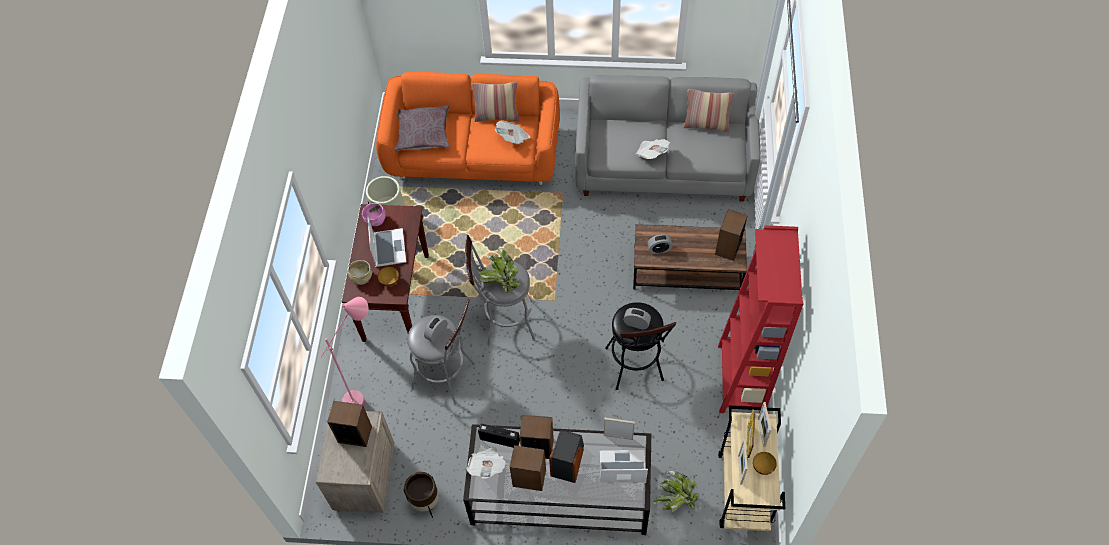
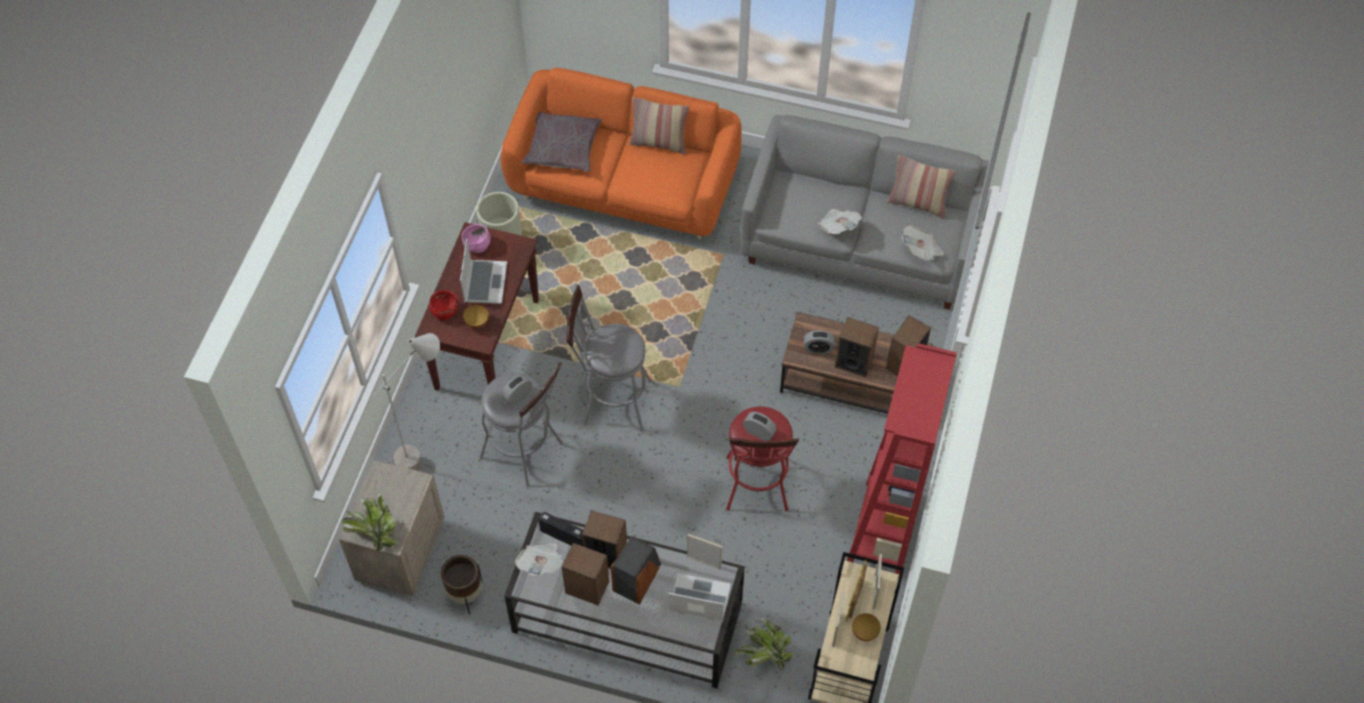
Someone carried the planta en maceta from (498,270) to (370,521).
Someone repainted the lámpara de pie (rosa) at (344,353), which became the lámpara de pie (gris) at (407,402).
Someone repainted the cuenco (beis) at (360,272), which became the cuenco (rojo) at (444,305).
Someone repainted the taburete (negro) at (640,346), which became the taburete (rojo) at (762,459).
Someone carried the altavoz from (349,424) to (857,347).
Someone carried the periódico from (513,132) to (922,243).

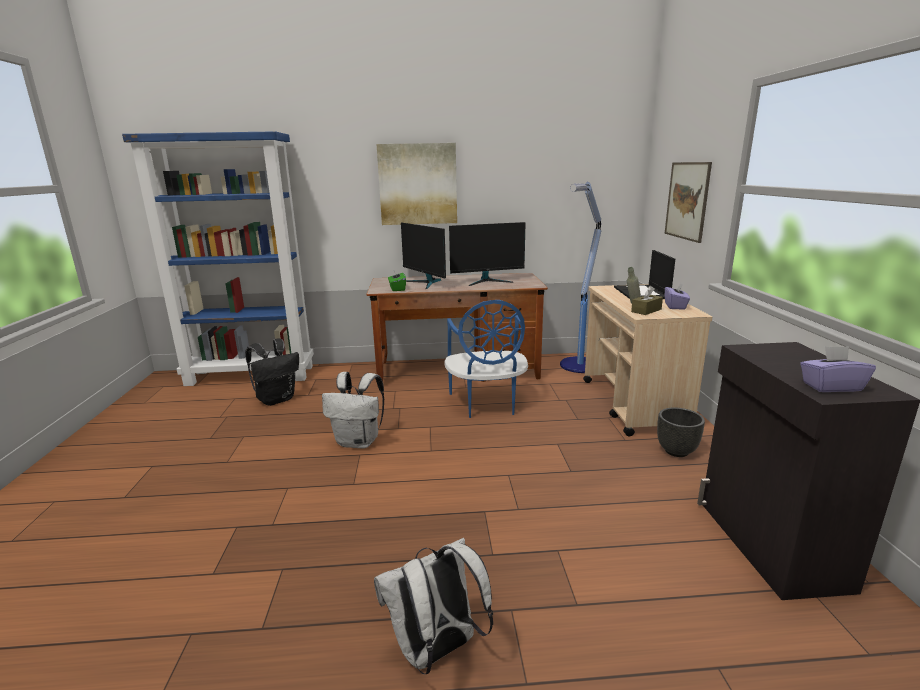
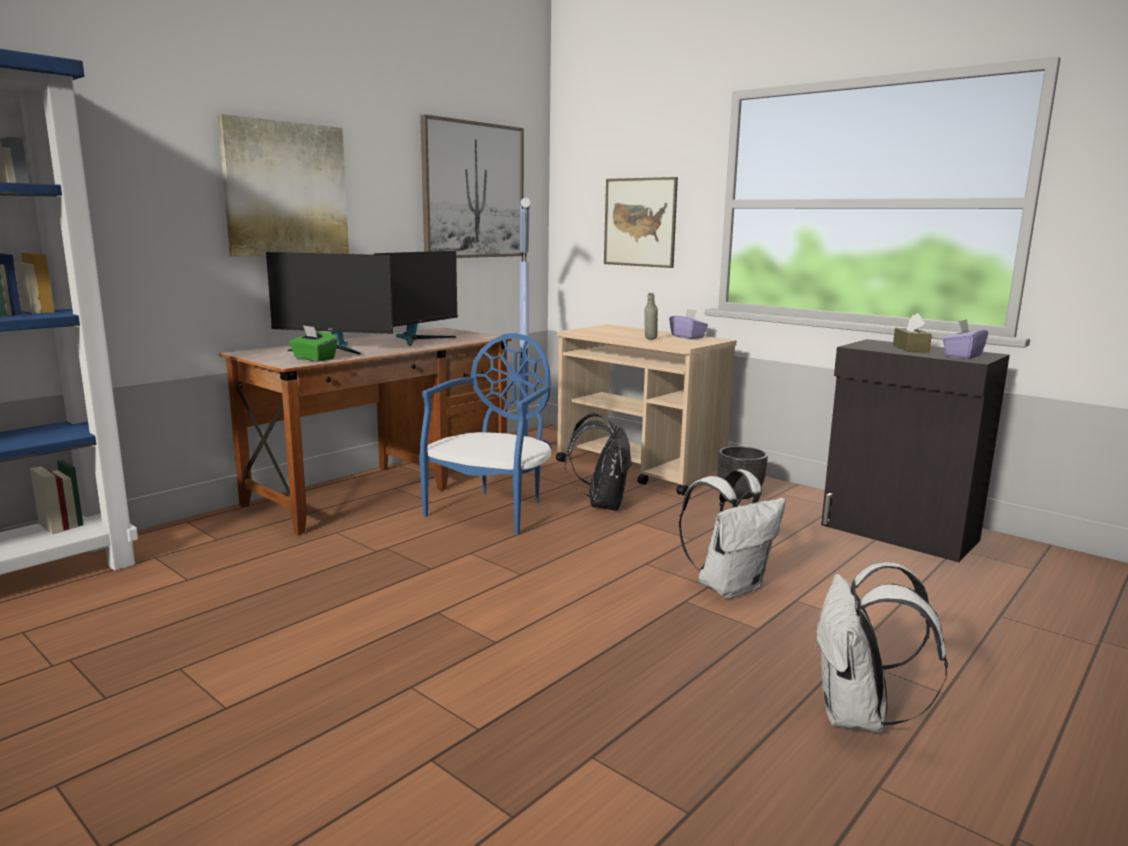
Someone rotated the silla (azul) at (486,359) by 105 degrees counterclockwise.
Someone put up the cuadro at (472,186).
Someone carried the mochila (negro) from (272,372) to (598,462).
Someone carried the mochila (blanco) from (353,410) to (732,534).
Someone carried the caja de pañuelos (marrón) from (647,300) to (912,333).
Someone took away the portátil at (644,274).

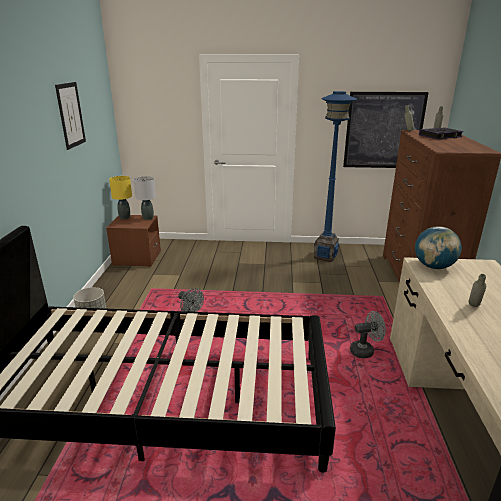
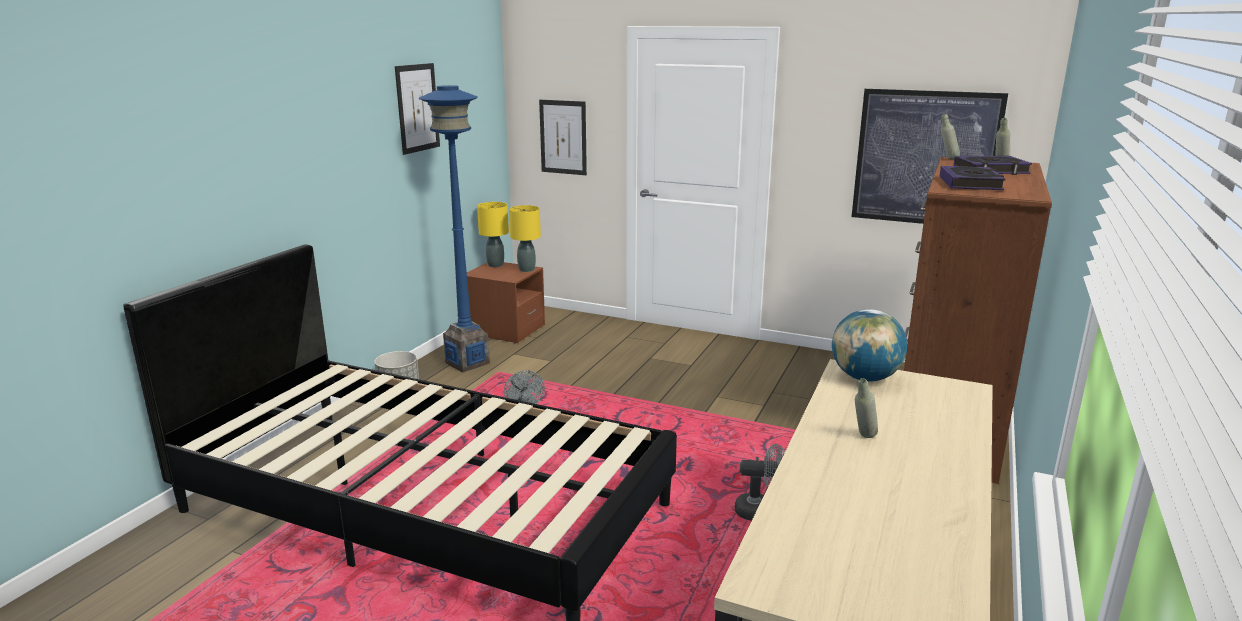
Someone carried the lámpara de pie (azul) from (335,176) to (454,228).
Someone repainted the lámpara de mesa (gris) at (145,198), which became the lámpara de mesa (amarillo) at (525,238).
Someone put up the cuadro at (563,137).
Someone put down the libro at (972,178).

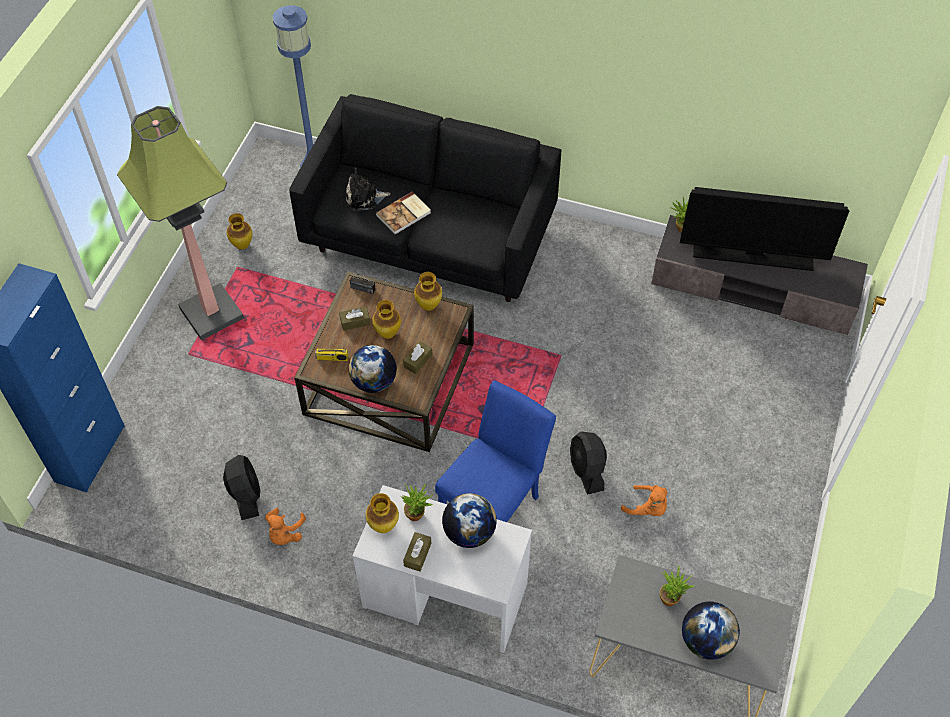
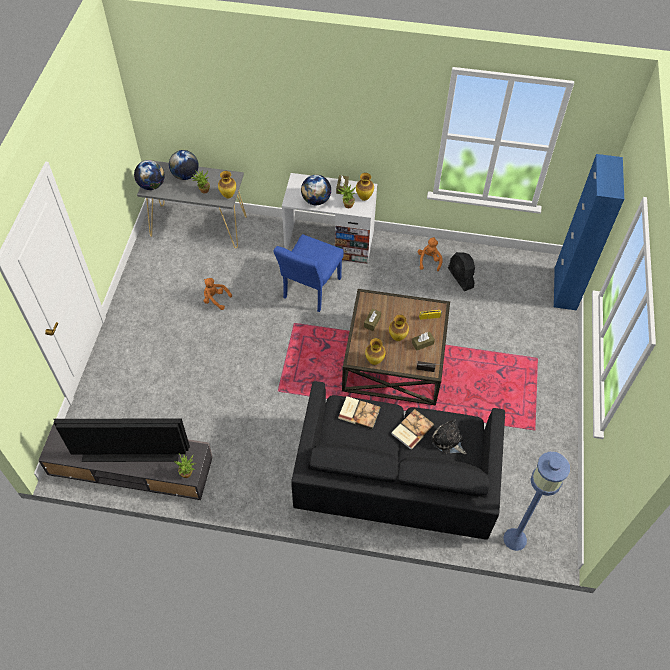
Someone carried the globo terráqueo from (373,369) to (149,175).
Someone carried the florero from (239,231) to (227,184).
Someone put down the libro at (359,413).
Someone rotated the peluche at (368,189) by 120 degrees counterclockwise.
Someone took away the lámpara de pie at (180,223).
Someone took away the ventilador (negro) at (588,463).

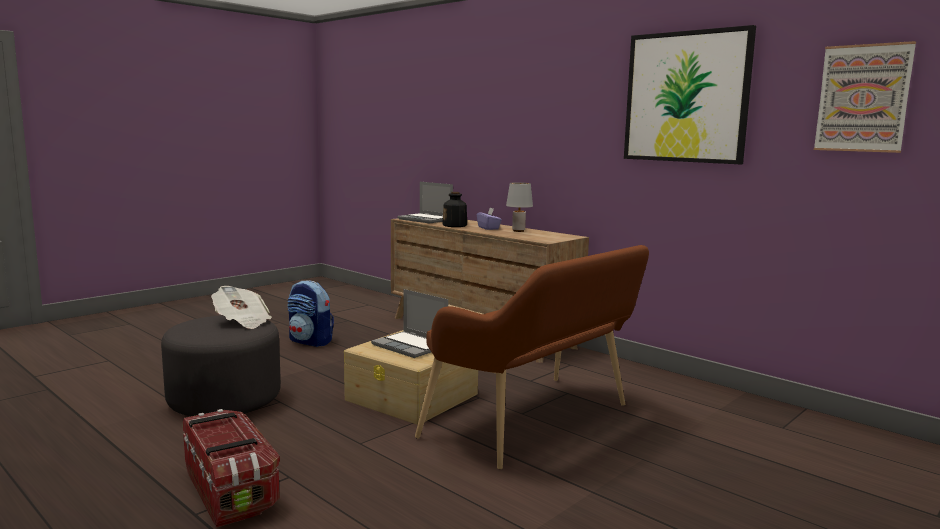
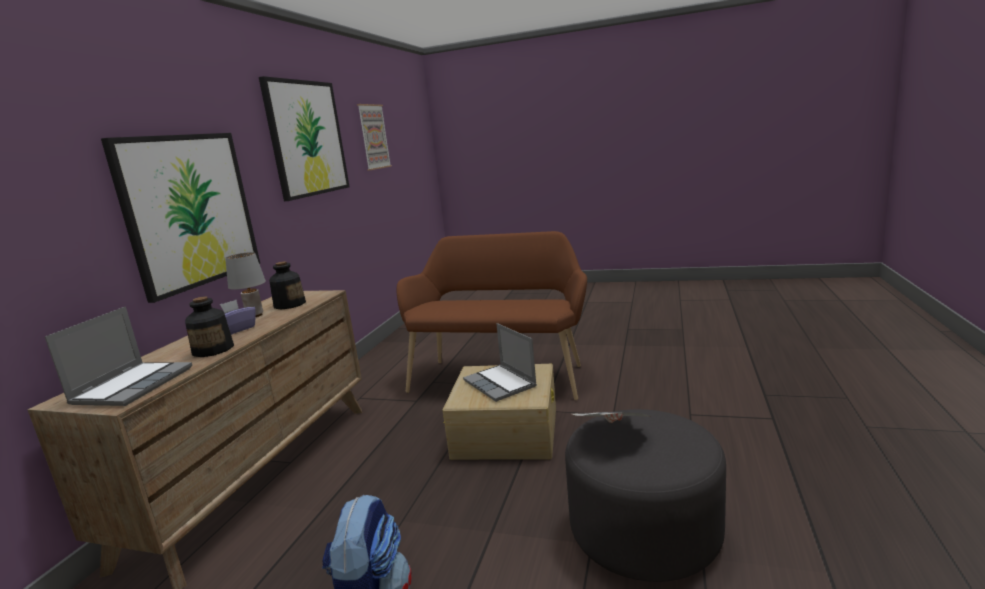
Someone put up the cuadro at (180,218).
Someone put down the botella at (287,285).
Someone rotated the portátil at (409,323) by 135 degrees clockwise.
Someone took away the caja de almacenaje at (231,468).

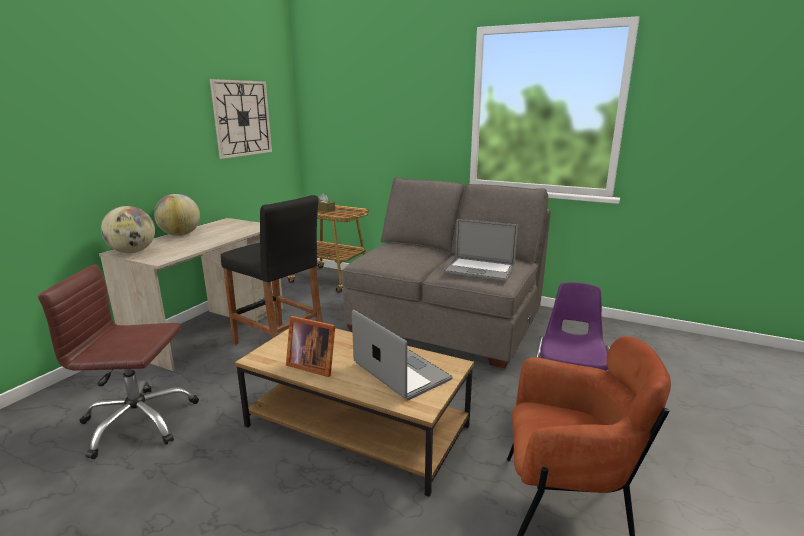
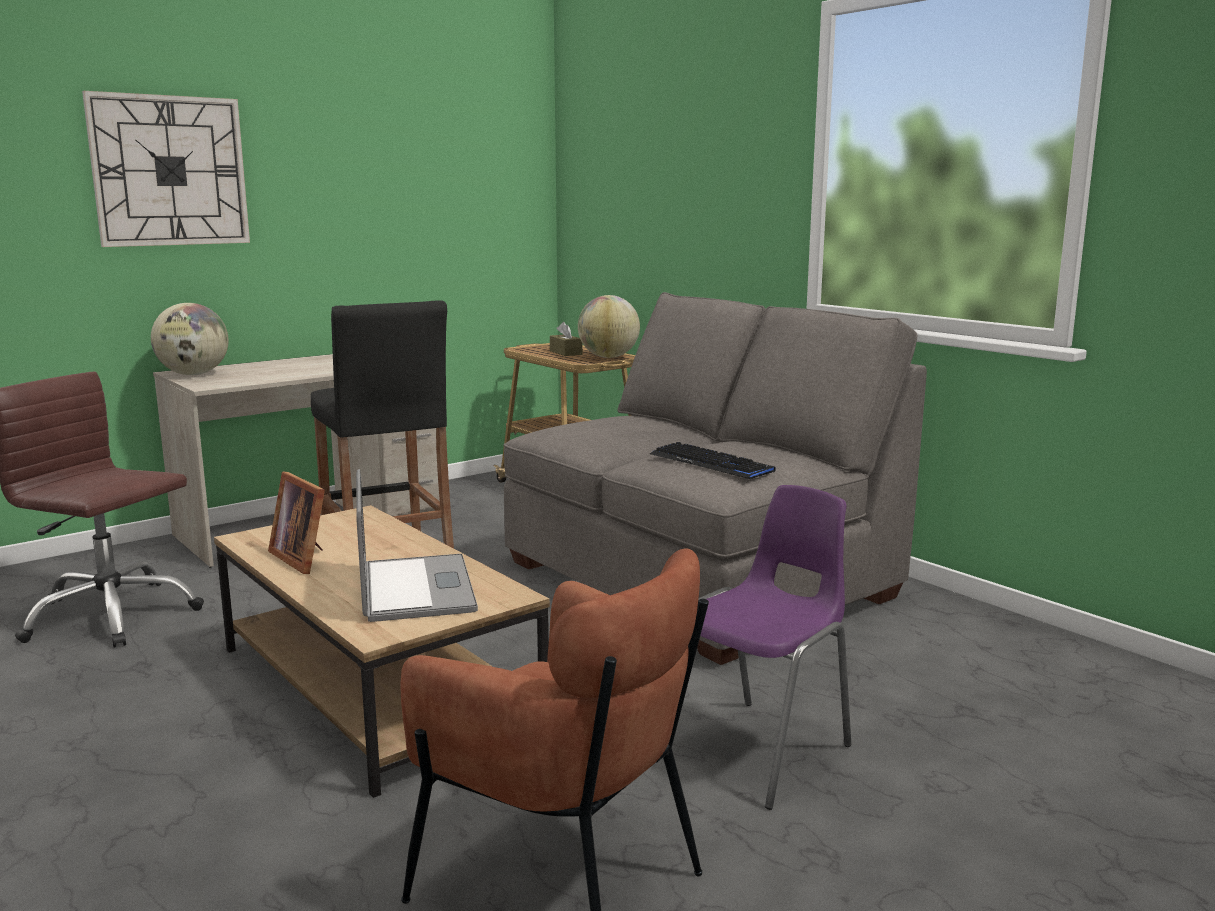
Someone carried the reloj de pared from (241,119) to (166,169).
Someone carried the globo terráqueo from (177,215) to (609,326).
Someone swapped the portátil at (480,250) for the teclado at (713,460).

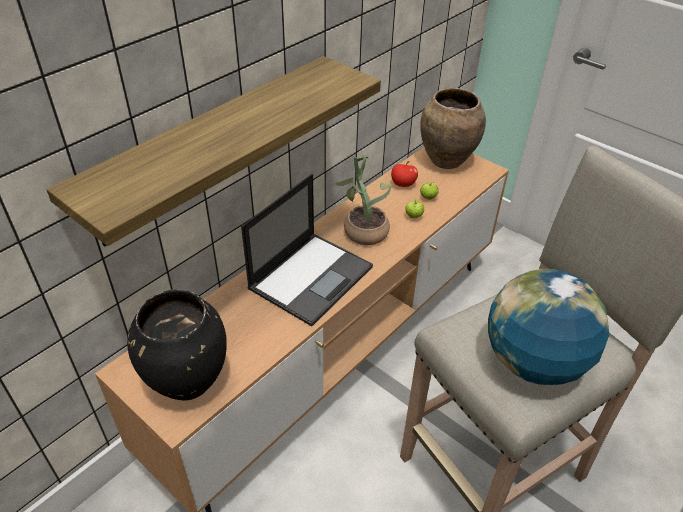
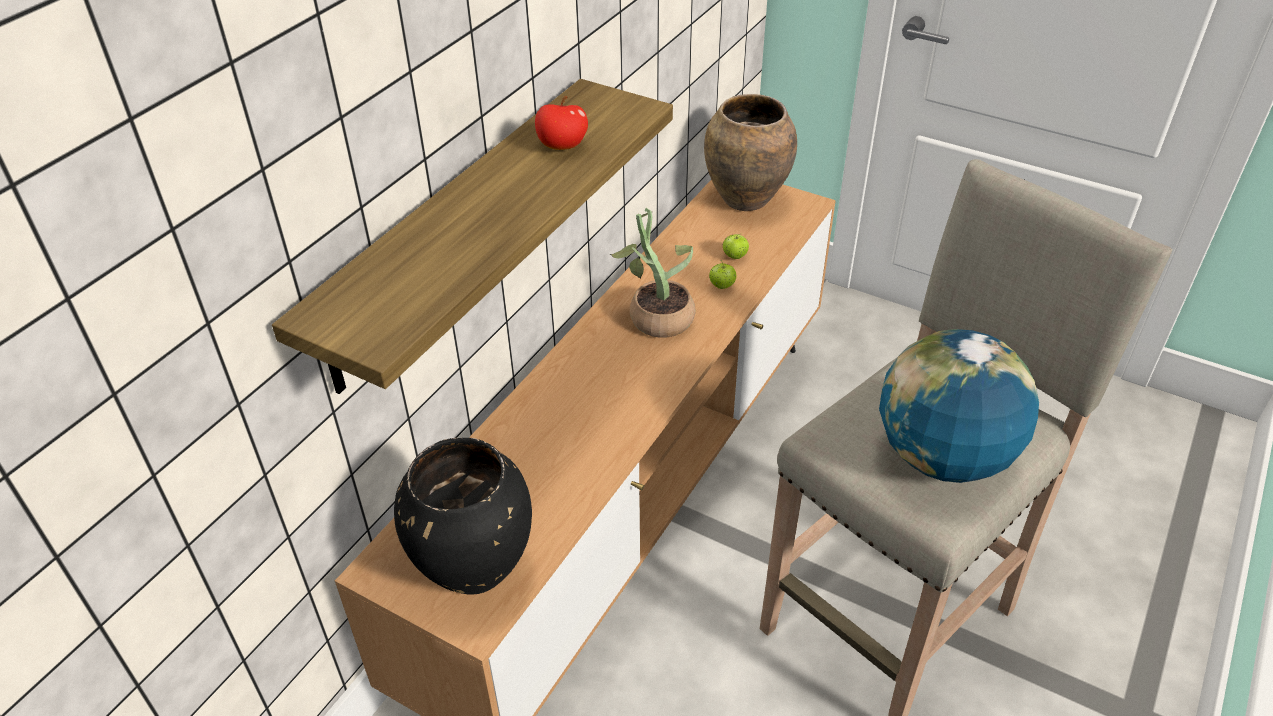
Someone carried the manzana from (404,174) to (561,123).
Someone took away the portátil at (307,250).

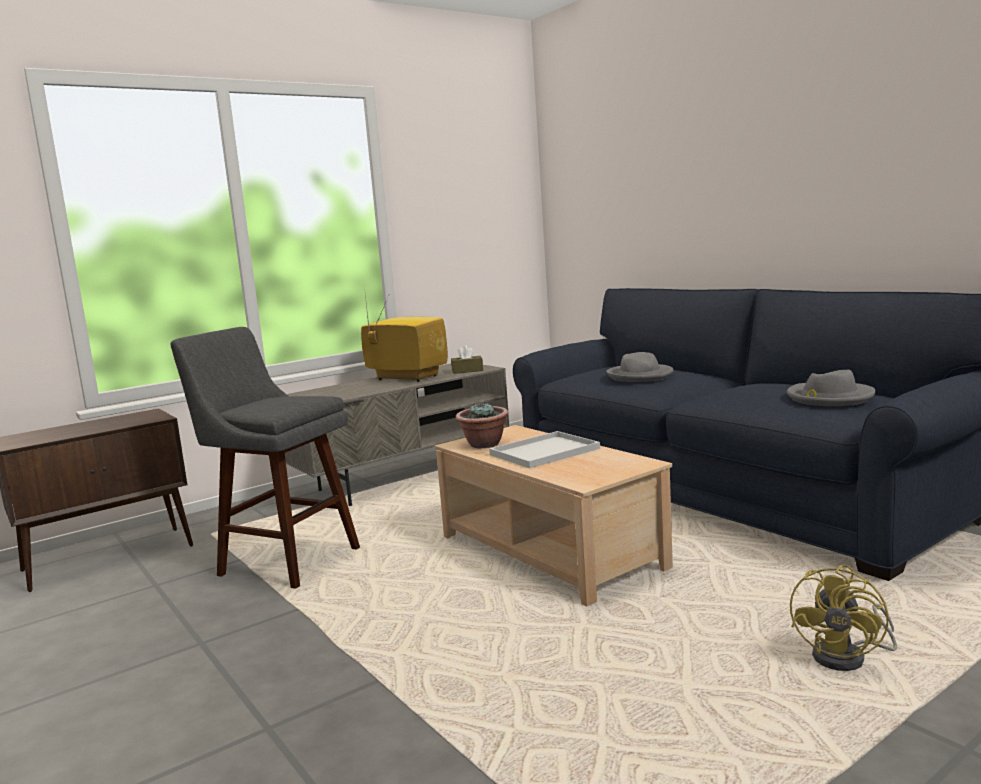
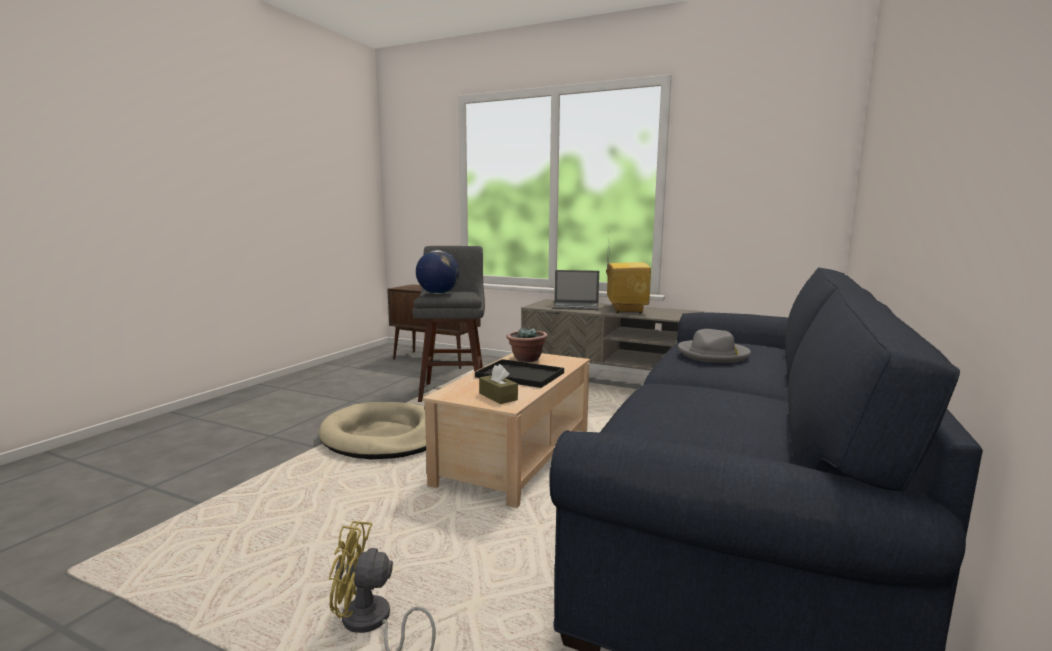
Someone put down the cama para perro (beis) at (372,430).
Someone put down the globo terráqueo at (438,272).
Someone repainted the bandeja (blanco) at (544,449), which became the bandeja (negro) at (519,373).
Someone carried the caja de pañuelos (marrón) from (467,359) to (498,384).
Someone put down the portátil at (575,290).
Someone took away the sombrero (gris) at (831,388).

